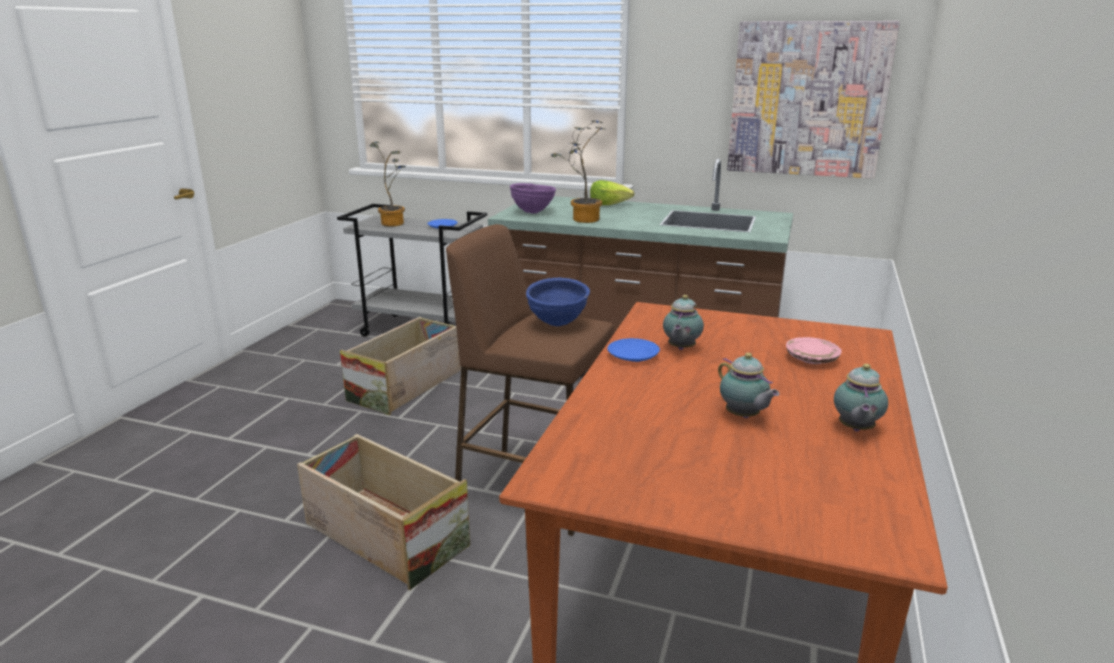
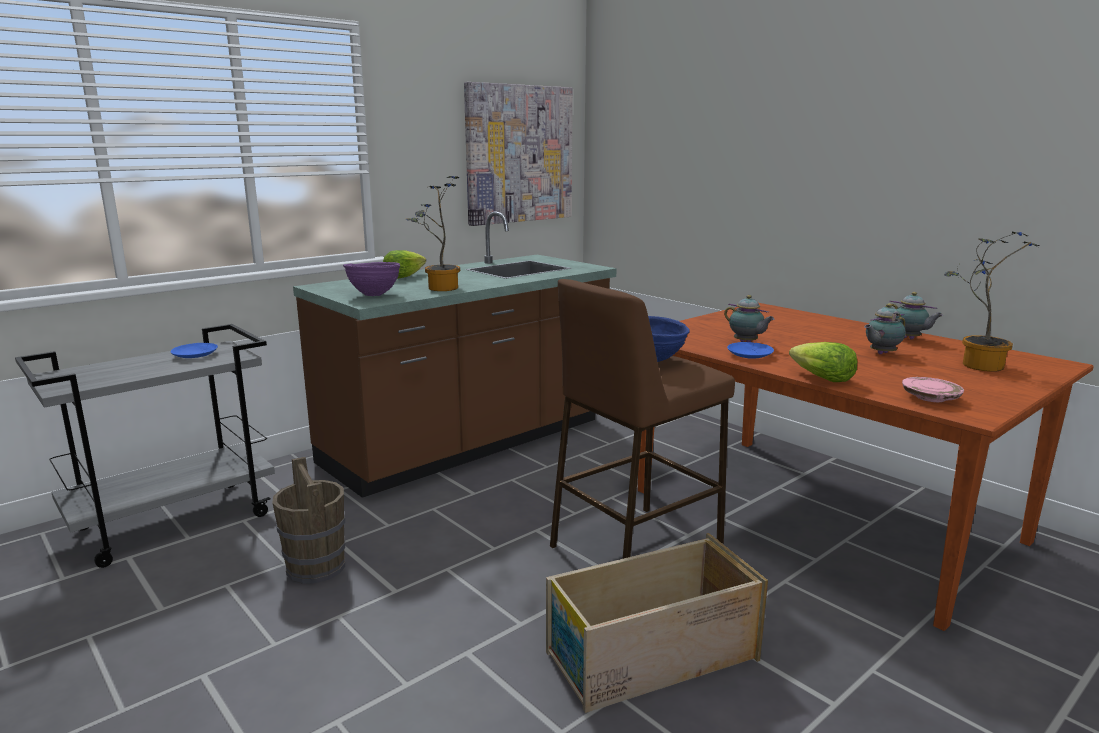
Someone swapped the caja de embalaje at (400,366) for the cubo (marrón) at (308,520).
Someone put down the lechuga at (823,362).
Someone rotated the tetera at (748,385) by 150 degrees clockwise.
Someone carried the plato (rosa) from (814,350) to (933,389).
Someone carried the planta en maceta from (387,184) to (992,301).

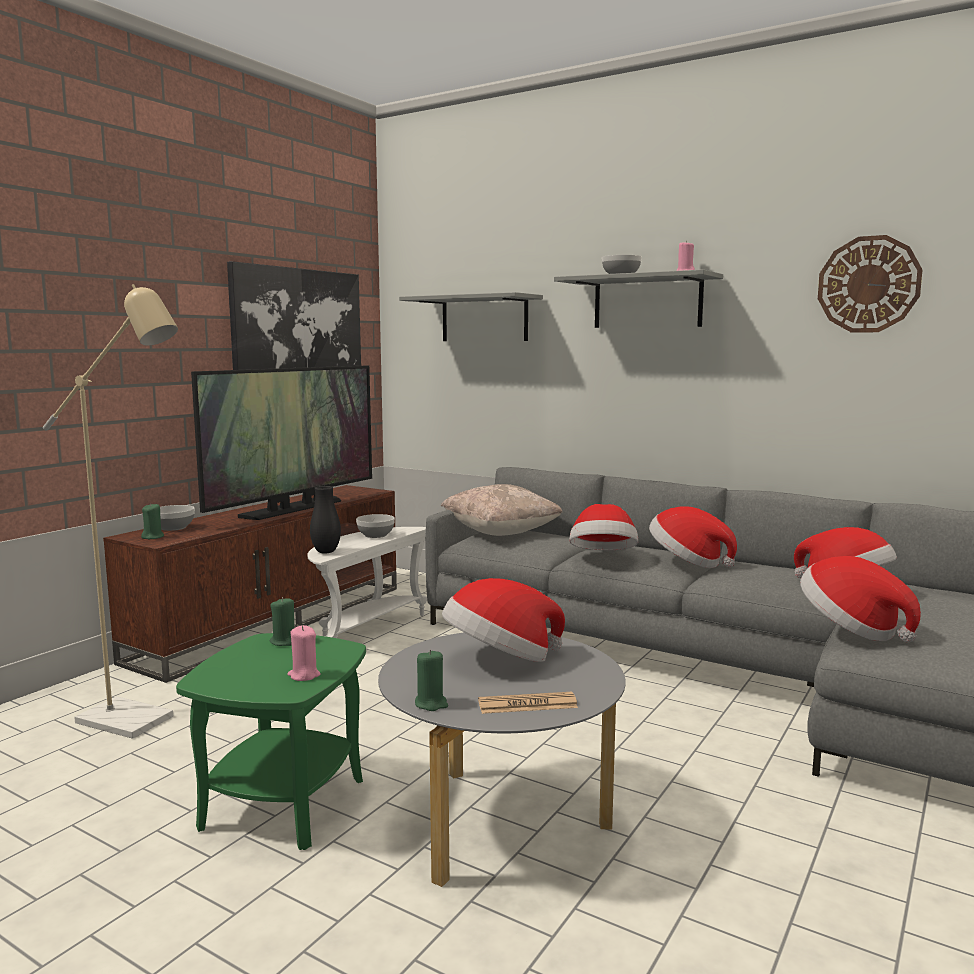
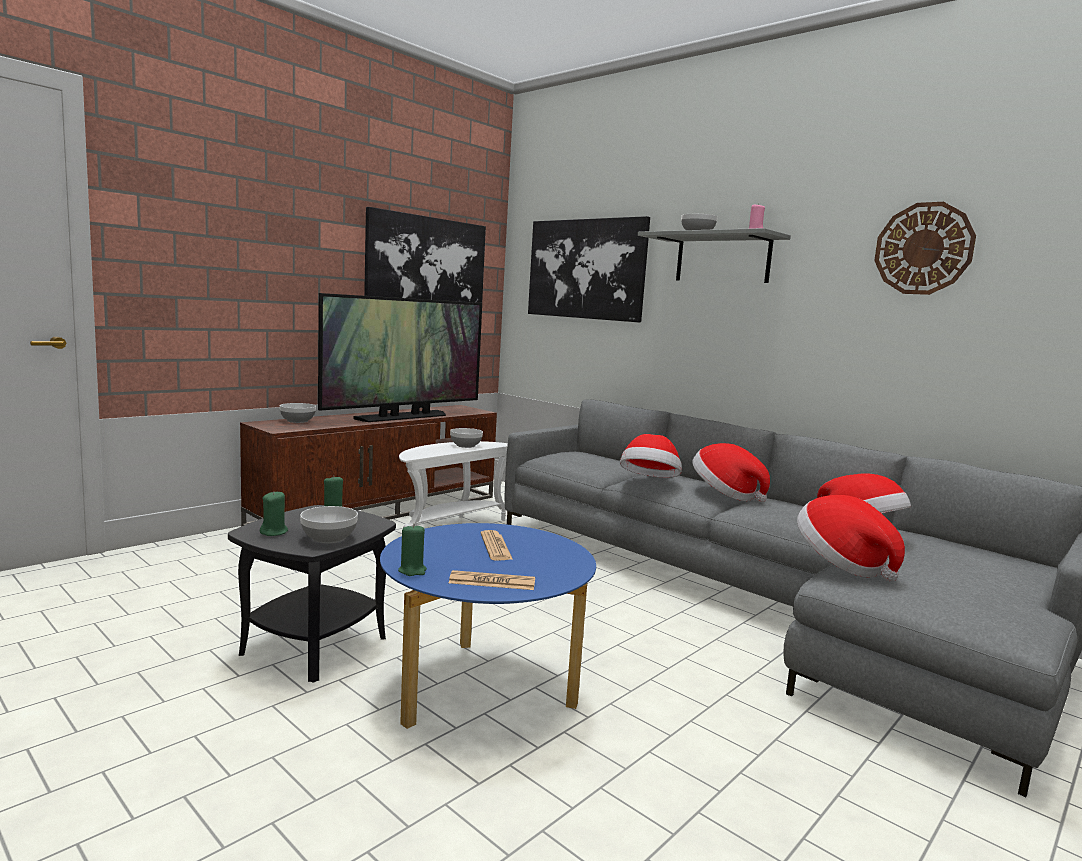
Someone repainted the mesa auxiliar (verde) at (271,741), which became the mesa auxiliar (negro) at (312,594).
Someone carried the vela (verde) from (152,521) to (274,514).
Someone swapped the vela (rosa) at (303,653) for the cuenco at (329,525).
Someone repainted the mesa de centro (gris) at (502,760), which became the mesa de centro (azul) at (488,626).
Someone swapped the sombrero at (503,620) for the periódico at (497,545).
Someone swapped the estante (gris) at (471,316) for the cuadro at (589,269).
Someone took away the lámpara de pie (beis) at (110,511).
Someone took away the florero (negro) at (325,520).
Someone took away the cojín (beis) at (502,510).

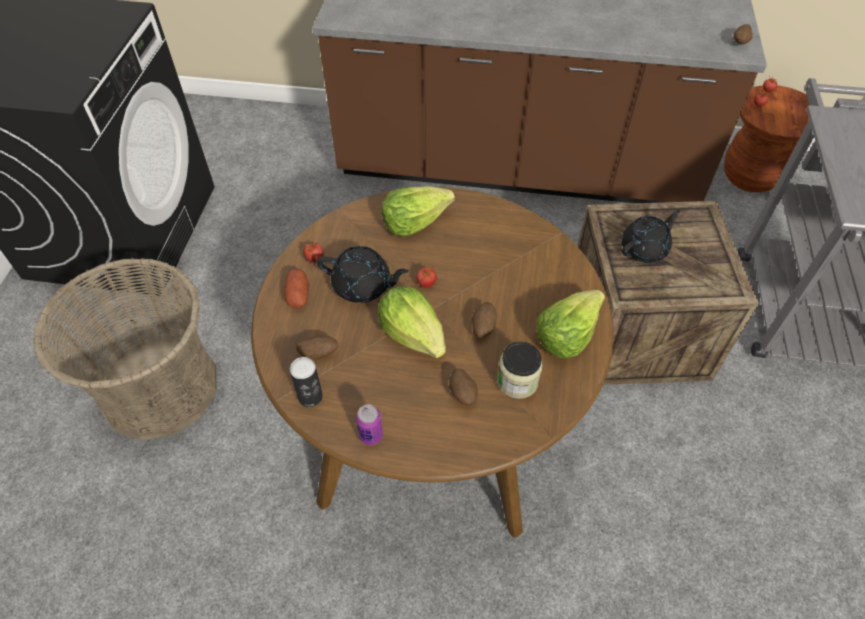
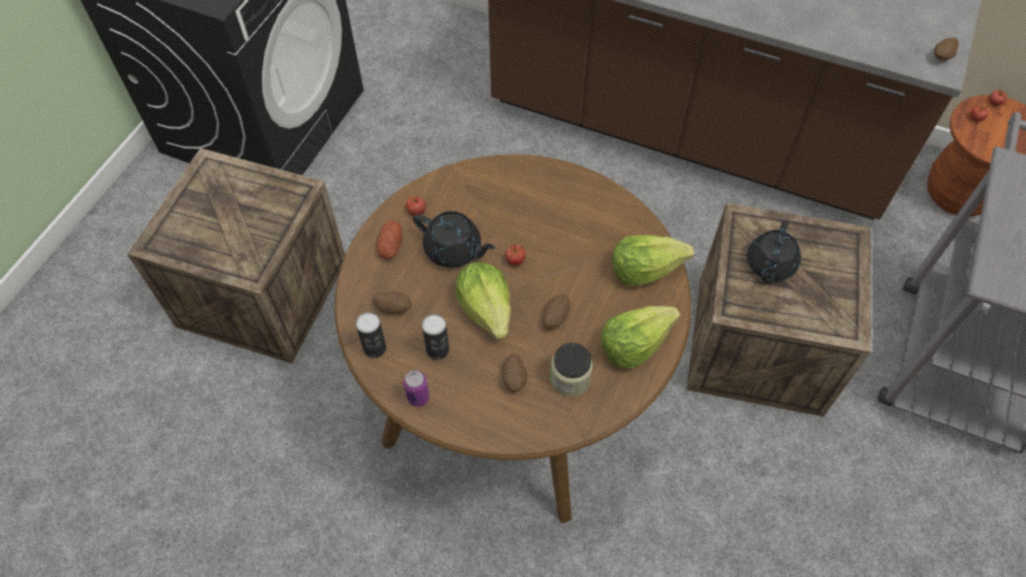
Someone swapped the cesta at (125,349) for the caja de embalaje at (236,255).
Someone put down the lata at (435,337).
Someone carried the lechuga from (418,211) to (653,260).
Someone rotated the tetera (negro) at (650,236) by 135 degrees clockwise.

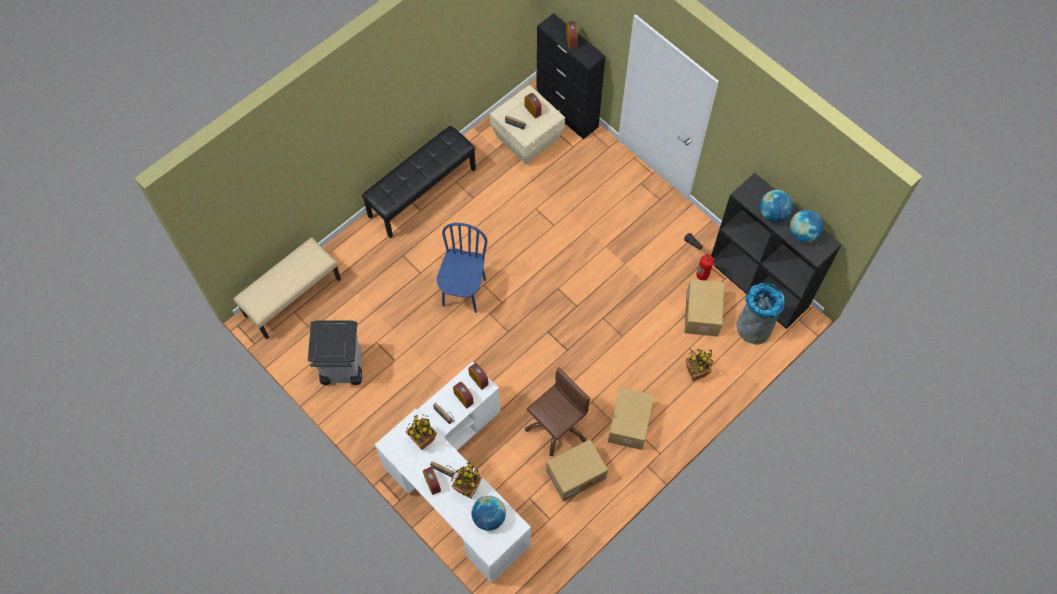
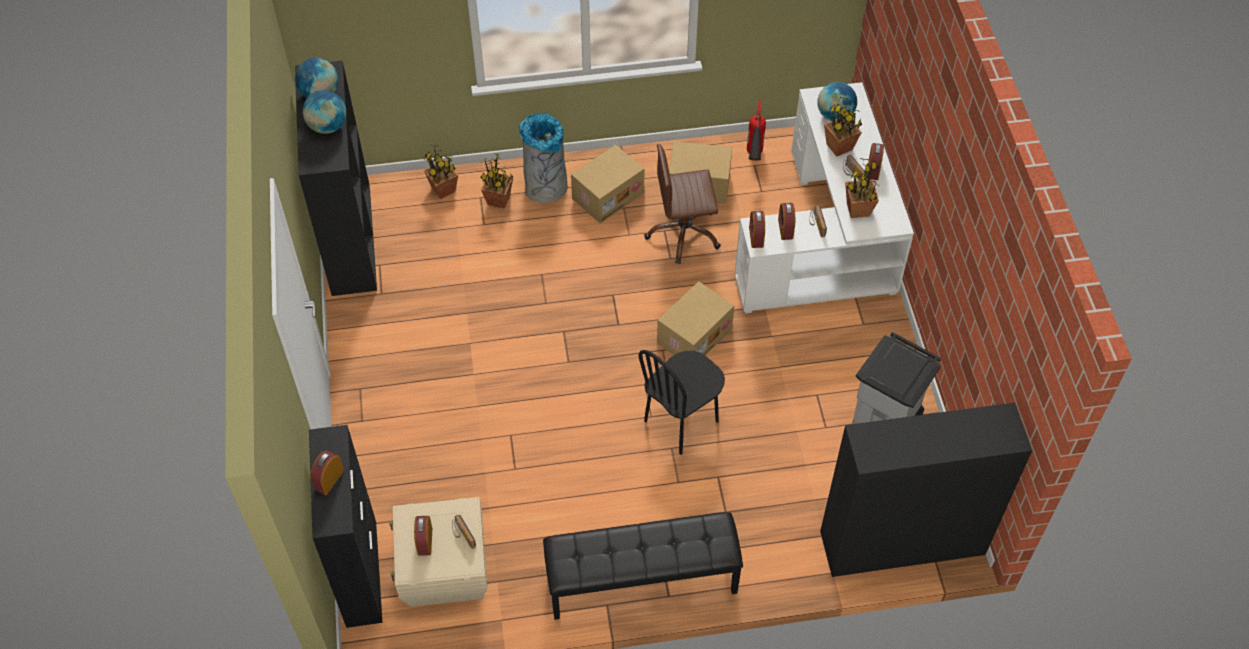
Someone put down the planta en maceta at (441,172).
Someone carried the papelera (gris) from (761,314) to (543,158).
Someone repainted the silla (azul) at (462,268), which became the silla (negro) at (682,402).
Someone carried the caja de cartón from (704,308) to (695,318).
Someone carried the extintor from (699,256) to (756,130).
Someone swapped the banco (beis) at (287,288) for the estantería (negro) at (926,490).

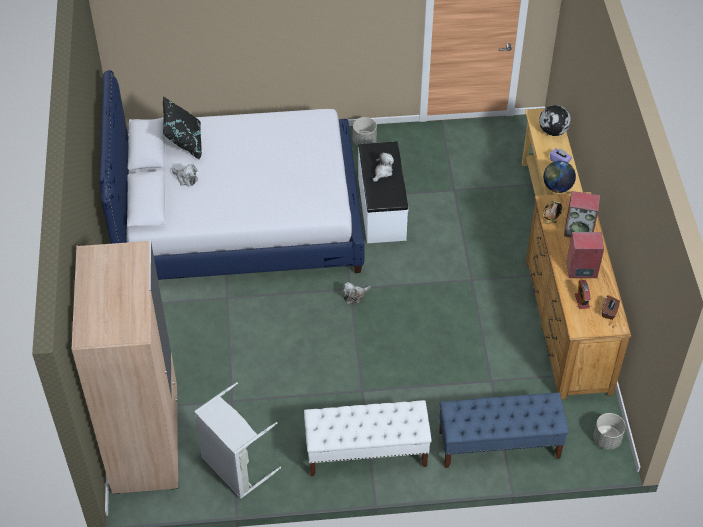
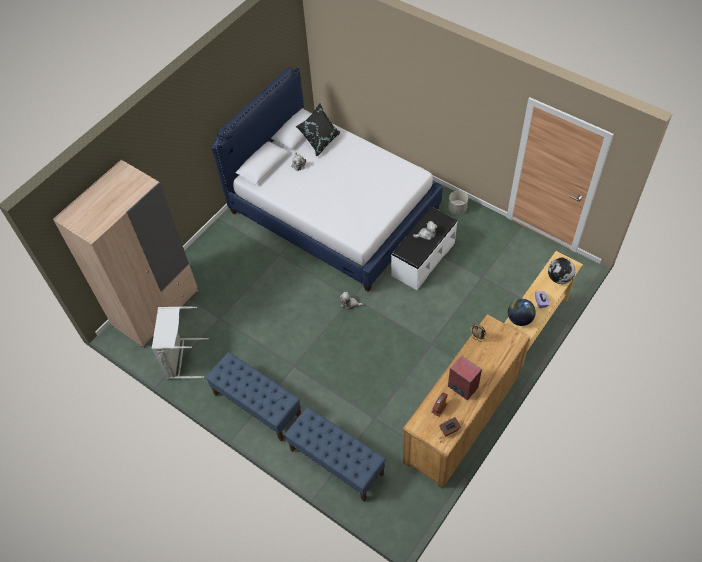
Someone repainted the banco (blanco) at (368,438), which became the banco (azul) at (253,397).
Someone took away the altavoz at (582,214).
Someone took away the maceta (gris) at (609,431).

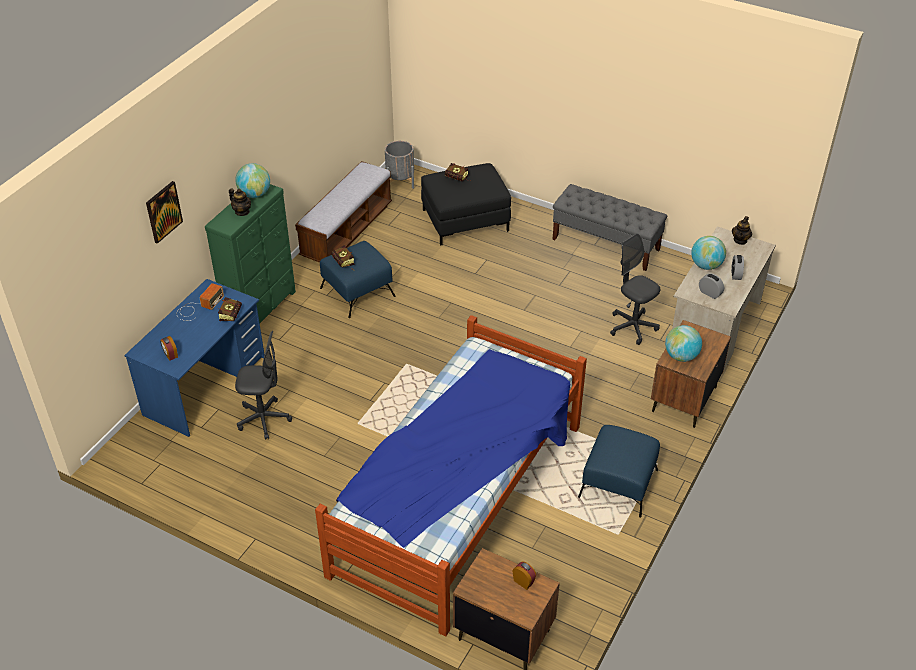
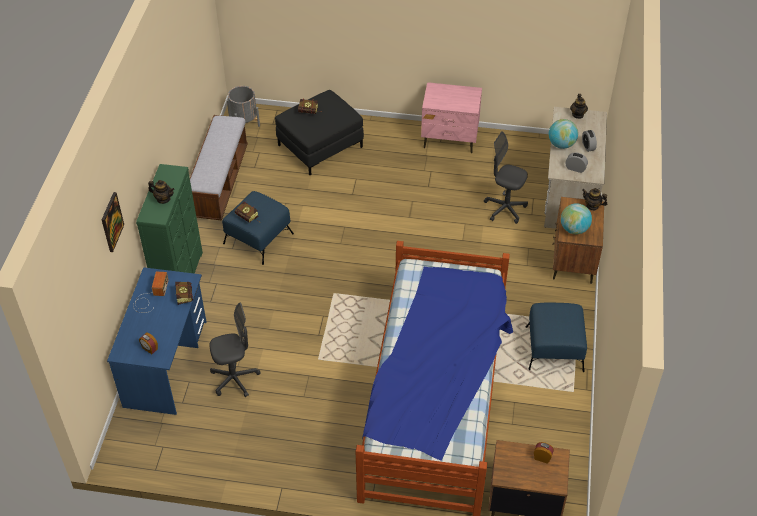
Someone swapped the banco (gris) at (609,227) for the mesita de noche (rosa) at (451,117).
Someone put down the tetera at (594,199).
Someone took away the globo terráqueo at (252,180).

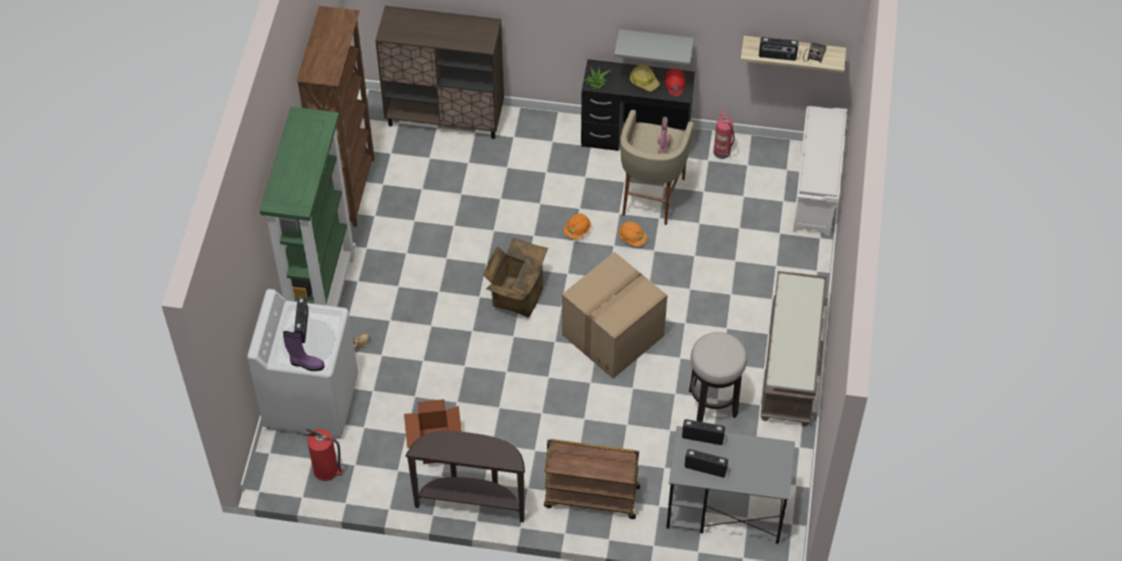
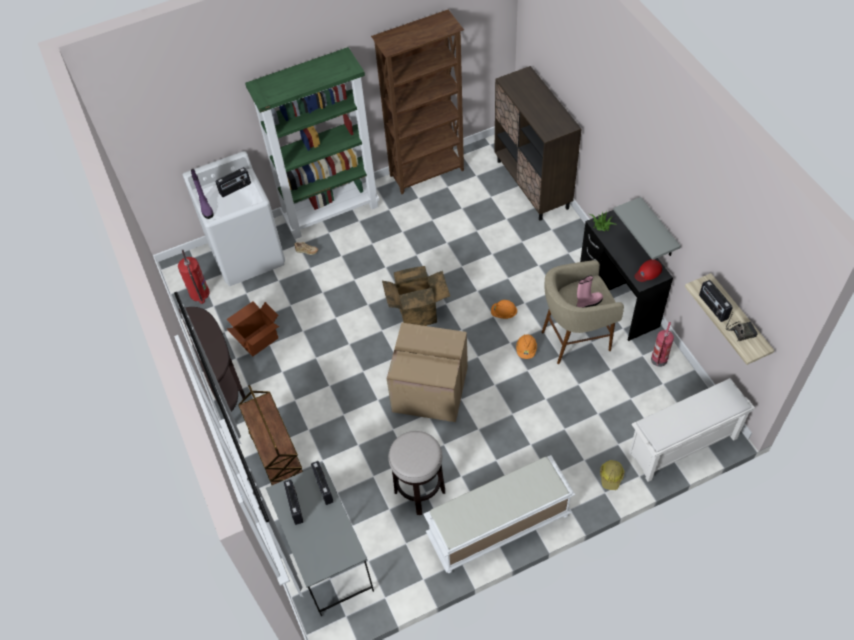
Someone repainted the banco (marrón) at (793,348), which became the banco (blanco) at (499,514).
Someone carried the casco from (645,78) to (612,475).

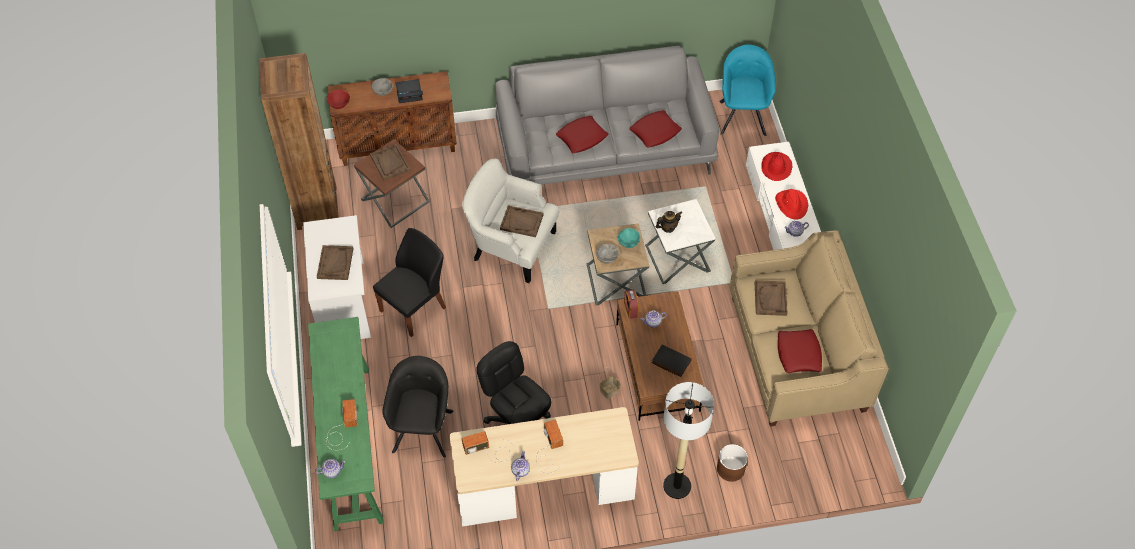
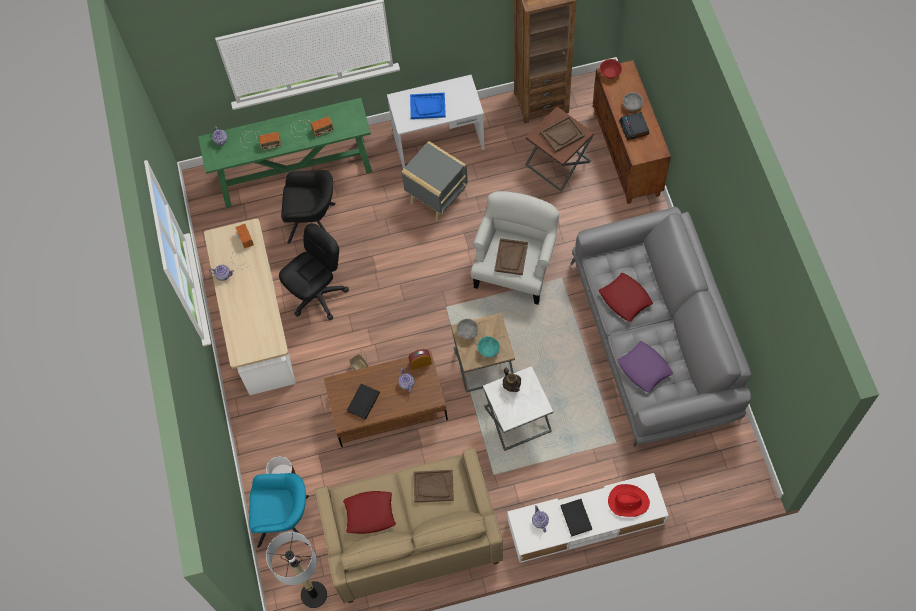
Someone carried the sillón (turquesa) from (747,90) to (279,510).
Someone carried the lámpara de pie from (688,440) to (296,570).
Someone carried the radio from (549,446) to (312,126).
Someone swapped the silla (negro) at (409,282) for the mesa auxiliar (gris) at (435,181).
Someone repainted the bandeja (marrón) at (335,262), which became the bandeja (azul) at (428,106).
Someone swapped the sombrero (rojo) at (791,204) for the libro (negro) at (576,517).
Someone repainted the cojín (rojo) at (655,128), which became the cojín (morado) at (645,367).

